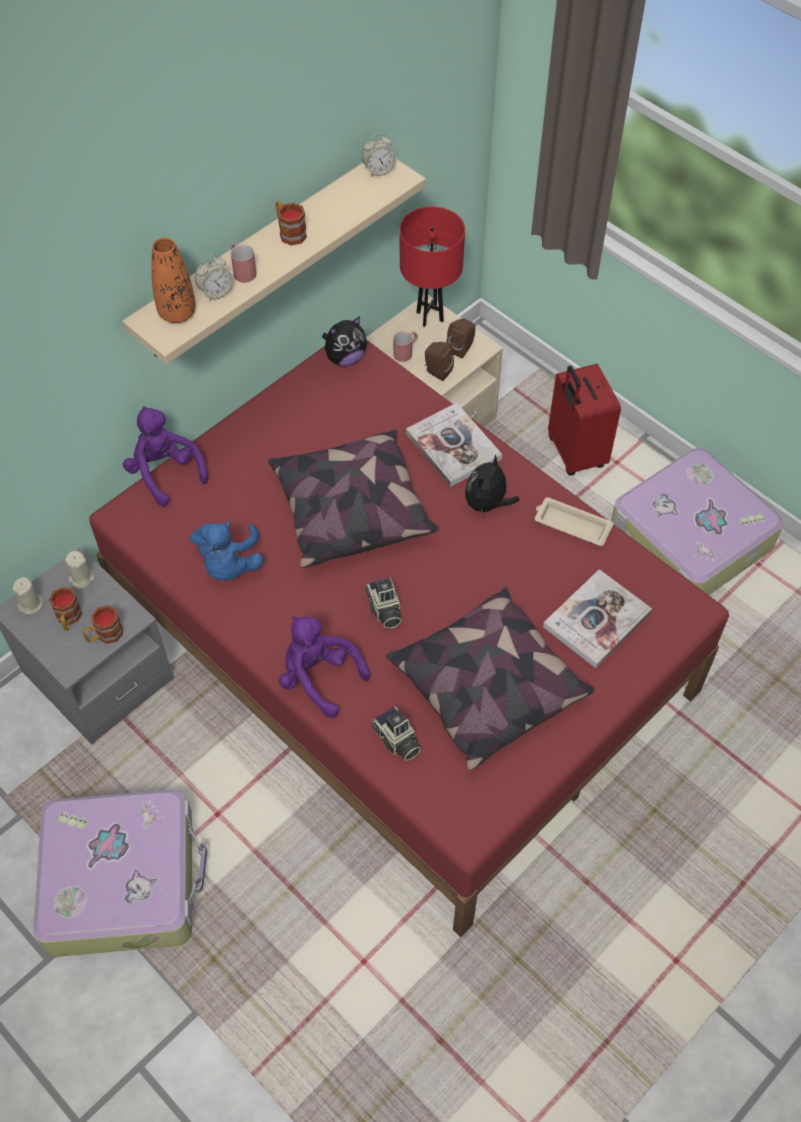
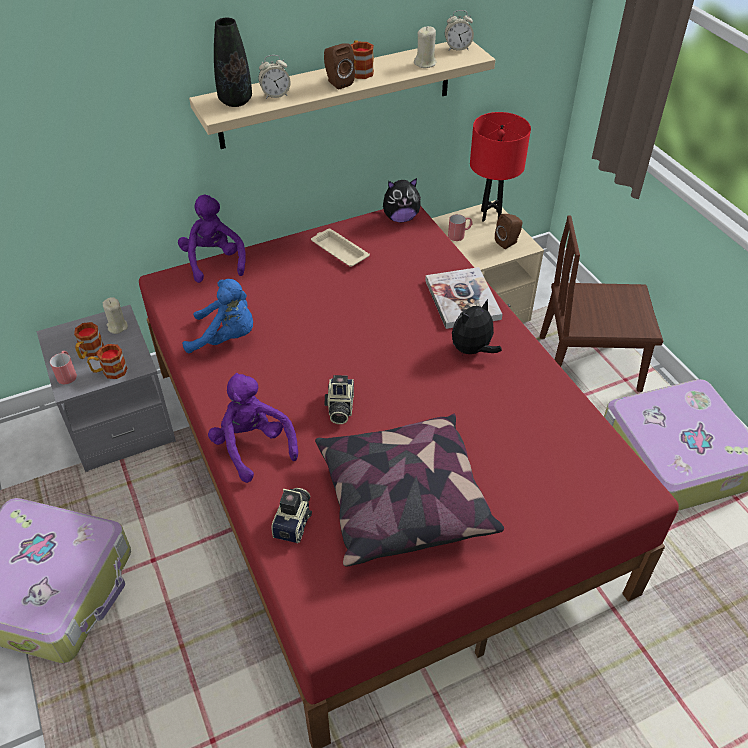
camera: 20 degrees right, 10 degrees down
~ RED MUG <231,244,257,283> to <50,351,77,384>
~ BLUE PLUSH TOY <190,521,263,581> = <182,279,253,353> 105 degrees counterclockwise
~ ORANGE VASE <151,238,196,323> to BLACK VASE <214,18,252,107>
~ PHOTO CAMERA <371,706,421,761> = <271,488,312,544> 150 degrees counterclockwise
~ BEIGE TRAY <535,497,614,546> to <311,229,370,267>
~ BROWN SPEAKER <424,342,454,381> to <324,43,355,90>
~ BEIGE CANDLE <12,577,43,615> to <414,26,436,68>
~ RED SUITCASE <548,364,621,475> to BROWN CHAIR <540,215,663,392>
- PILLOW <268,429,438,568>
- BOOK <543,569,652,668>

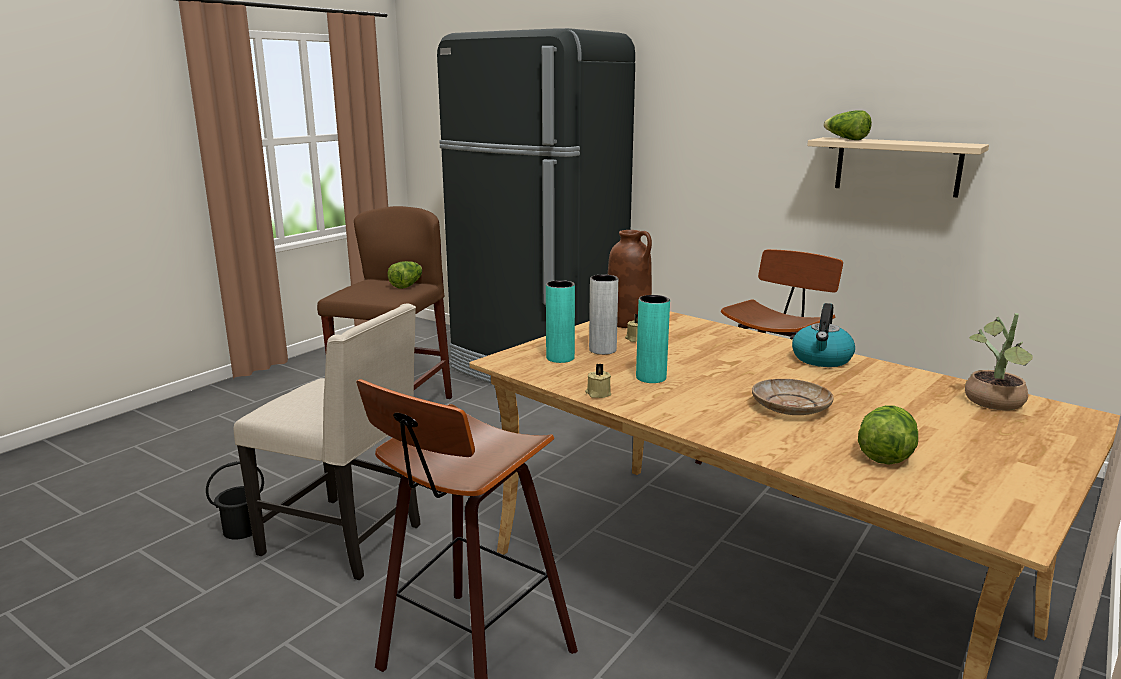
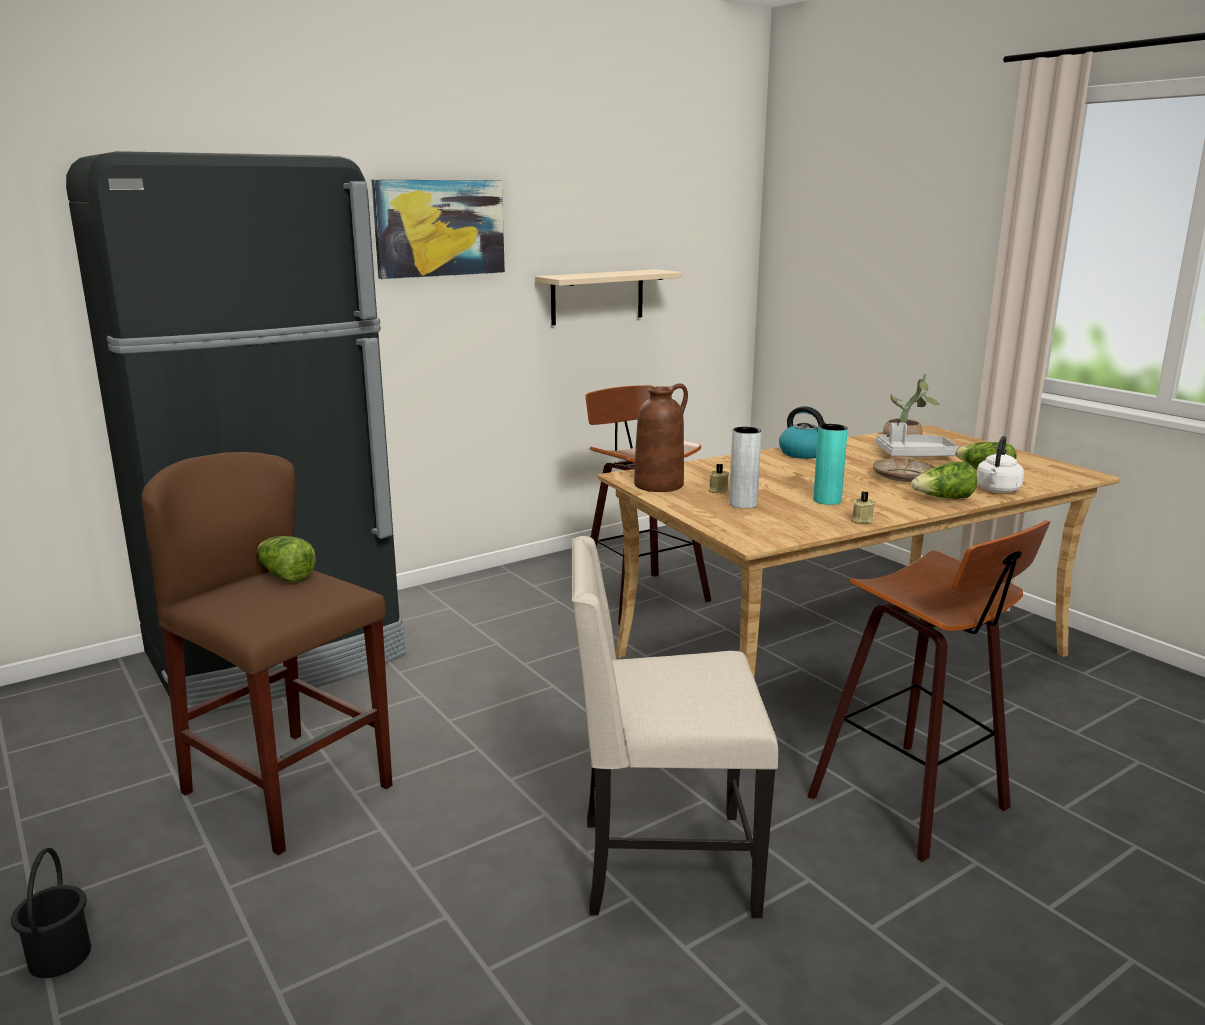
camera: 70 degrees left, 0 degrees up
~ BLACK BUCKET <206,461,264,540> to <11,848,91,978>
+ PICTURE <371,180,505,279>
~ BEIGE CHAIR <234,304,420,580> = <572,536,778,918> 135 degrees counterclockwise
+ GREY TRAY <876,423,958,457>
~ LETTUCE <823,111,872,140> to <911,462,977,499>
+ WHITE KETTLE <977,436,1024,493>
- TURQUOISE VASE <546,280,575,363>

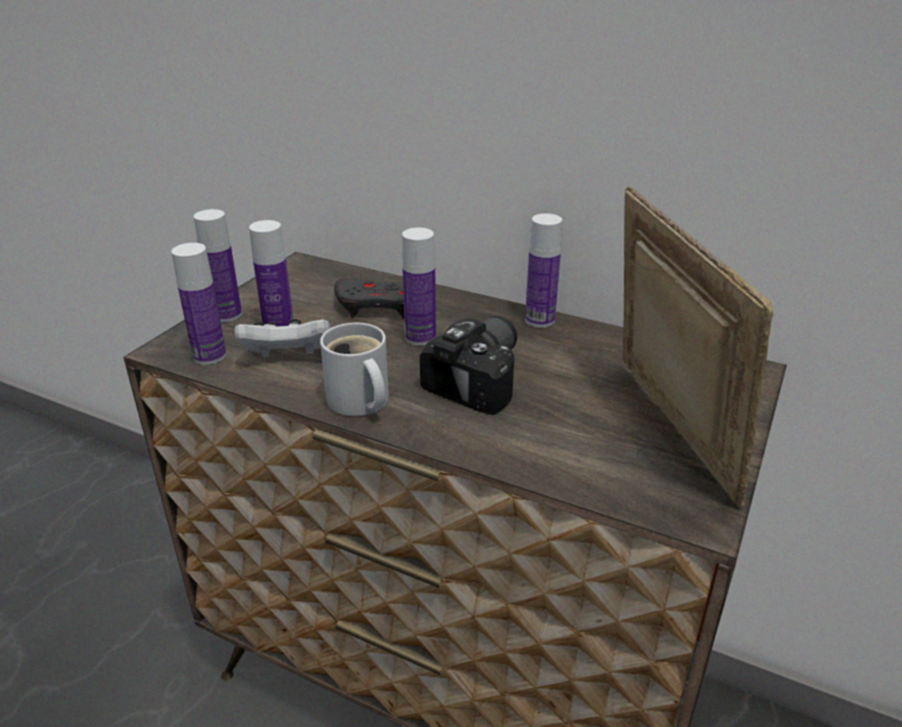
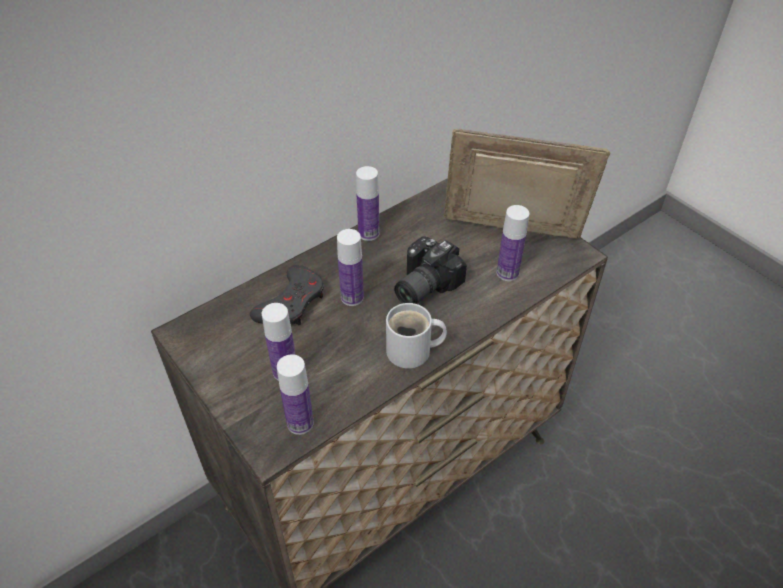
camera: 65 degrees left, 15 degrees up
~ PHOTO CAMERA <420,316,517,415> = <394,236,467,304> 105 degrees counterclockwise
~ BOTTLE <194,209,242,322> to <497,205,529,281>
- WHITE GAME CONTROLLER <235,319,331,357>

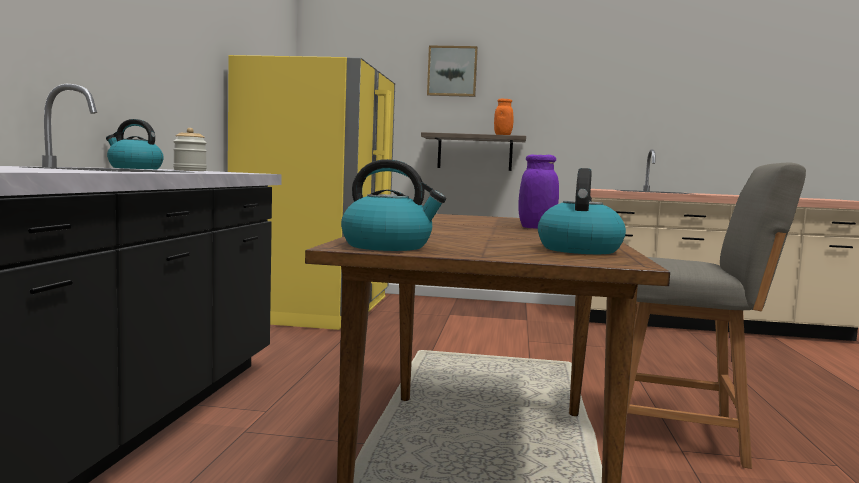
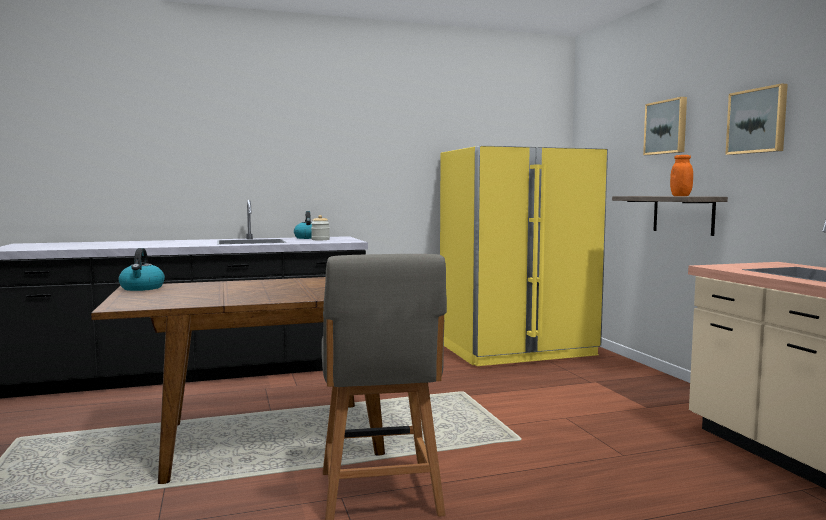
camera: 65 degrees right, 0 degrees up
+ PICTURE <725,84,788,155>
- PURPLE JAR <518,154,559,229>
- KETTLE <538,168,626,254>

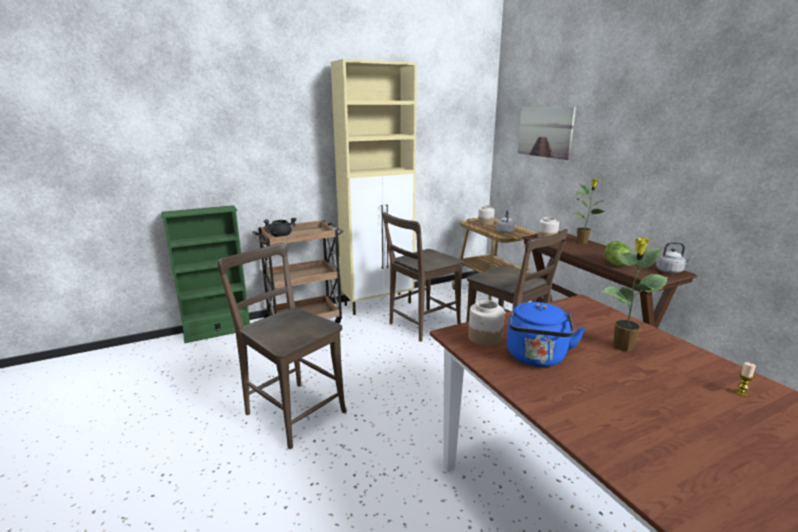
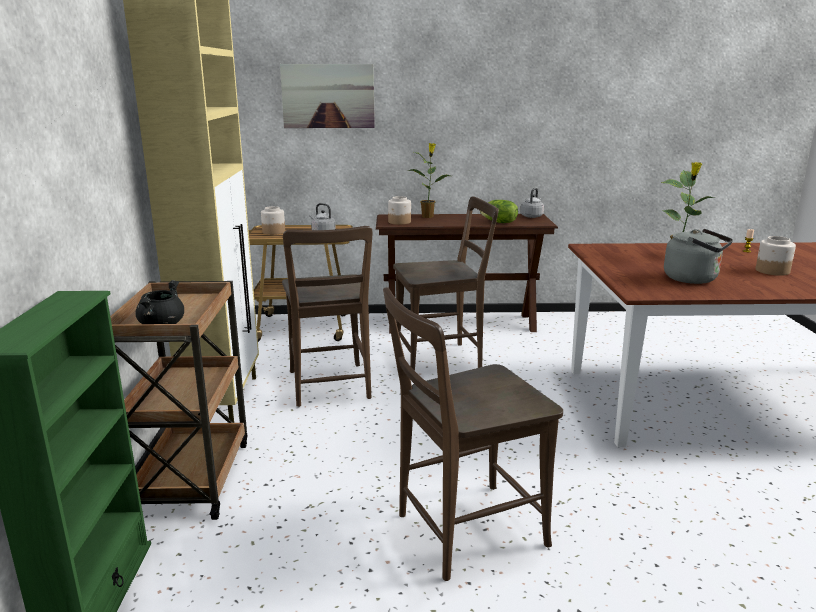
camera: 65 degrees left, 0 degrees up
~ BLUE KETTLE <507,302,586,367> to GREY KETTLE <664,229,733,284>
~ JAR <468,300,505,346> to <756,236,796,276>

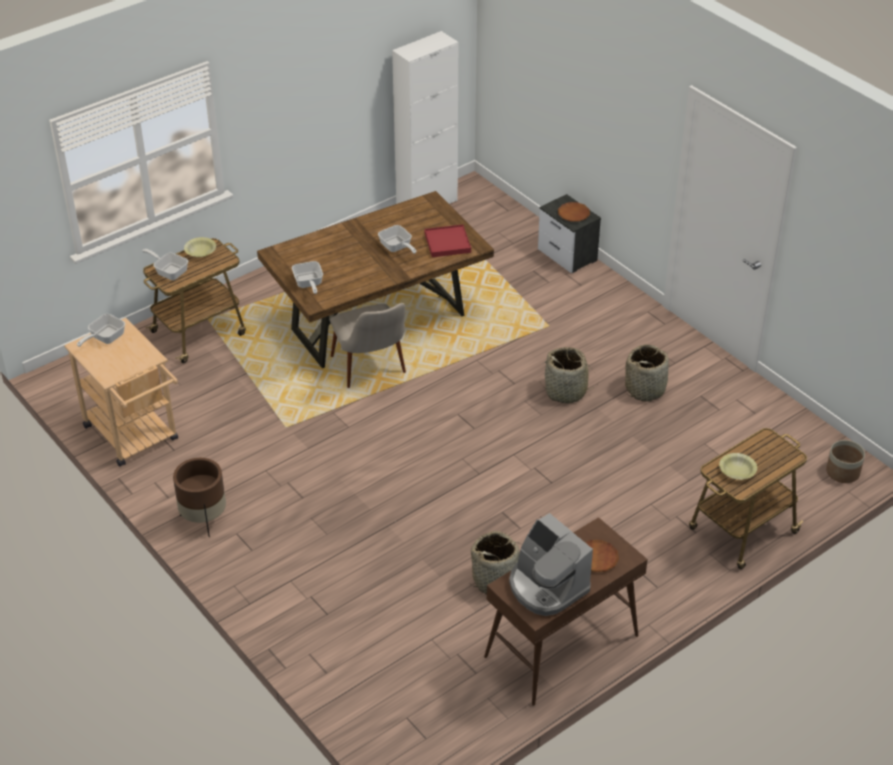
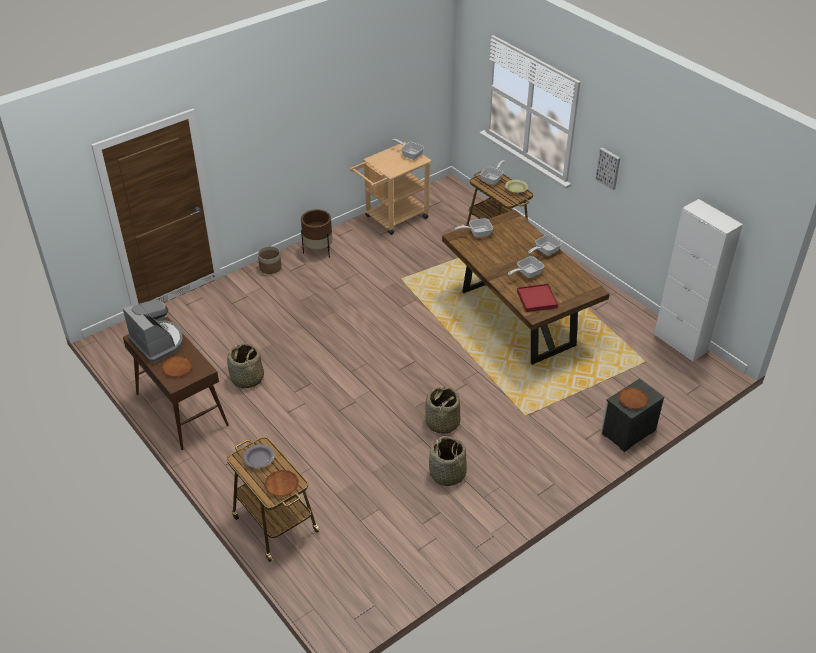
camera: 90 degrees right, 0 degrees up
~ COFFEE MACHINE <509,513,593,616> = <123,300,183,363> 90 degrees clockwise
~ YELLOW BOWL <719,453,757,480> to GREY BOWL <243,444,275,468>
~ PLANTER <826,440,865,483> to <258,246,282,274>
+ BROWN PLATE <264,470,299,497>
+ FRYING PAN <528,234,562,256>
+ PICTURE <595,148,620,190>
- BEIGE CHAIR <330,303,406,388>

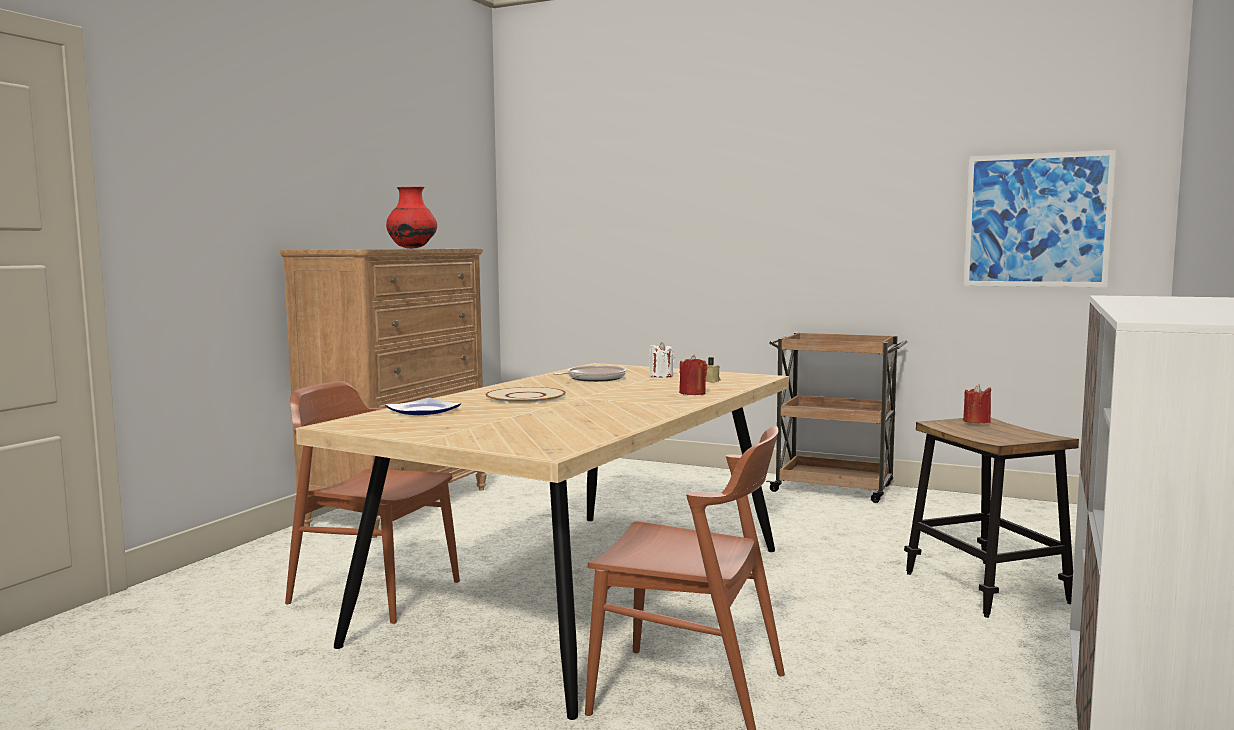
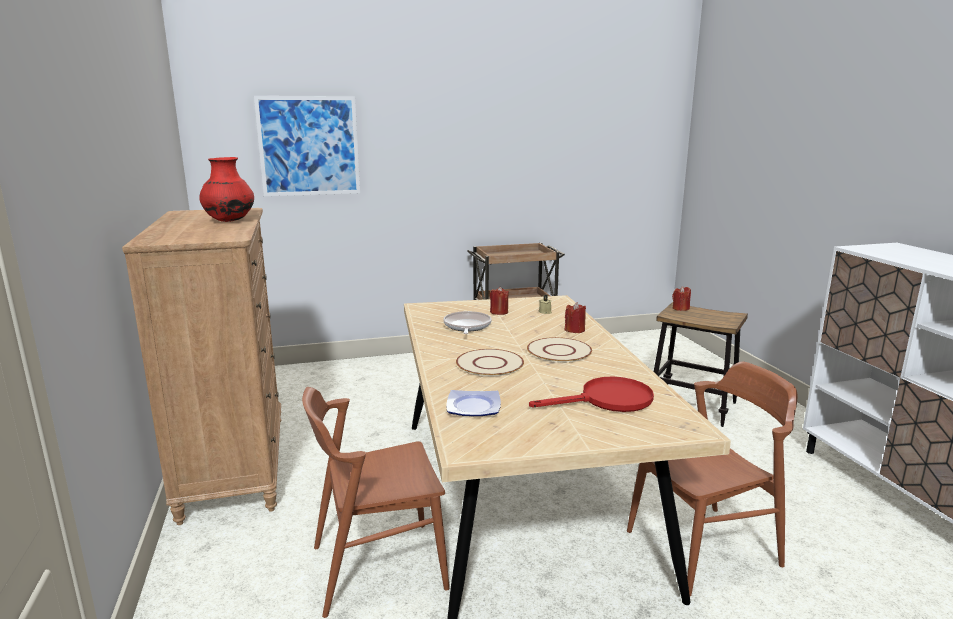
camera: 40 degrees left, 10 degrees up
~ PICTURE <964,150,1116,287> to <254,96,360,196>
~ WHITE CANDLE <649,342,675,378> to RED CANDLE <490,287,509,315>
+ BEIGE PLATE <527,337,592,363>
+ RED FRYING PAN <529,376,654,412>

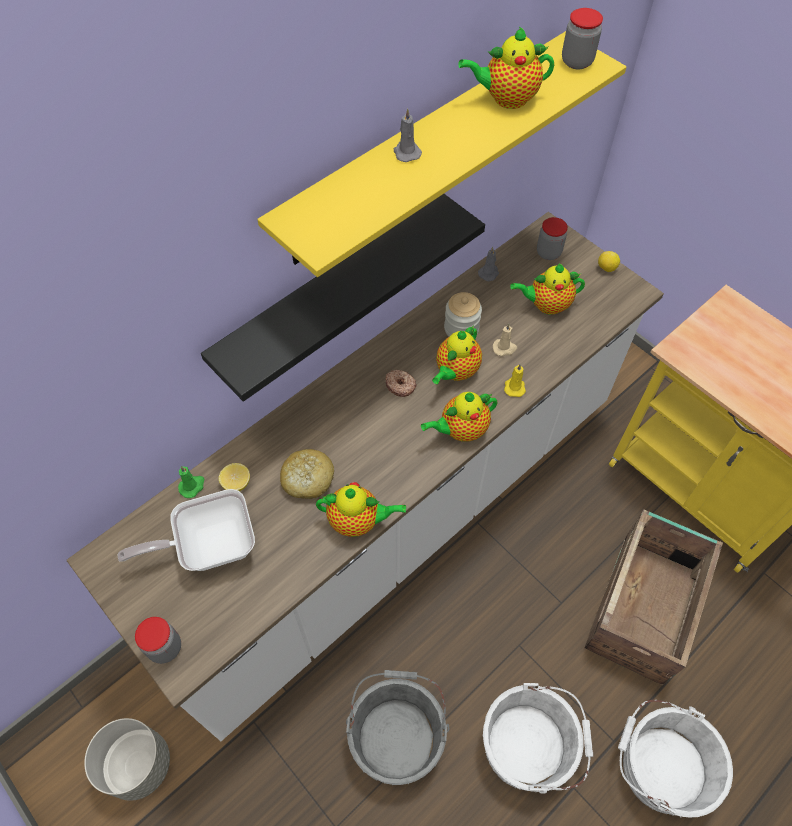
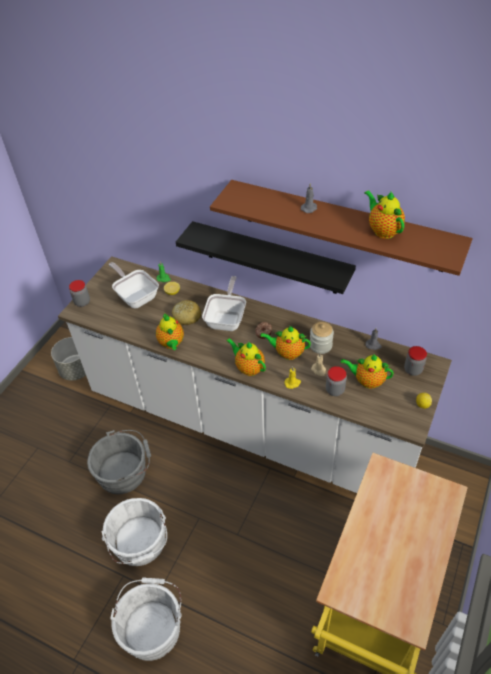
camera: 70 degrees right, 10 degrees down
+ FRYING PAN <202,276,246,331>
~ YELLOW SHELF <257,31,627,277> to BROWN SHELF <210,180,472,276>
~ JAR <562,8,603,69> to <326,366,347,396>
~ TEAPOT <510,264,585,315> = <341,355,394,389> 45 degrees counterclockwise
- CRATE <584,509,723,685>

